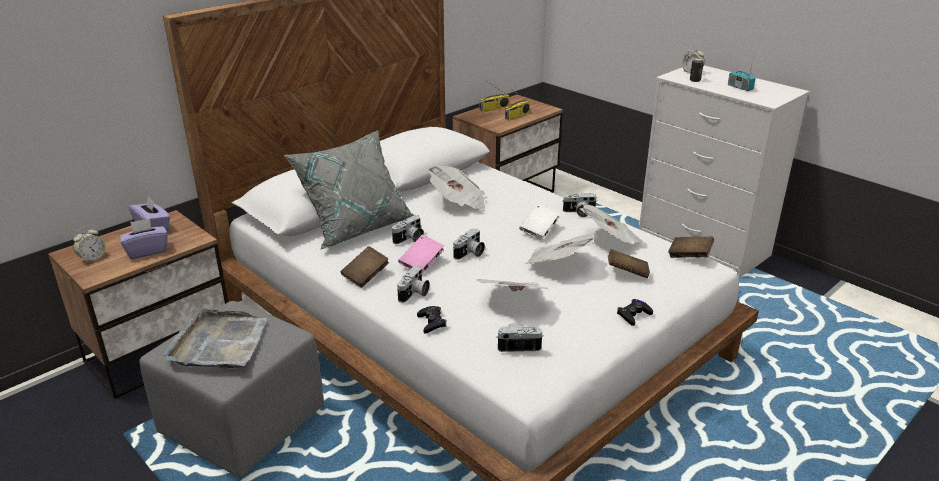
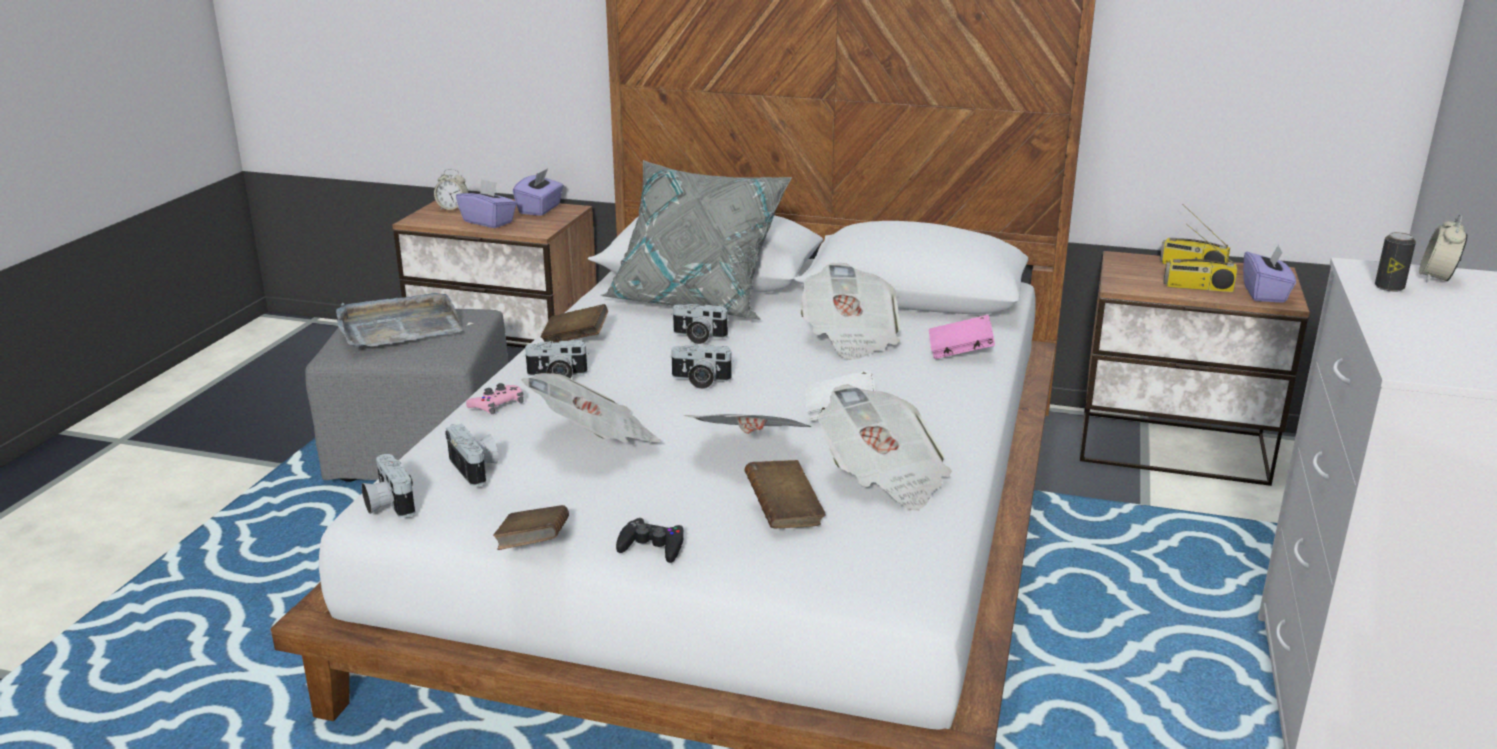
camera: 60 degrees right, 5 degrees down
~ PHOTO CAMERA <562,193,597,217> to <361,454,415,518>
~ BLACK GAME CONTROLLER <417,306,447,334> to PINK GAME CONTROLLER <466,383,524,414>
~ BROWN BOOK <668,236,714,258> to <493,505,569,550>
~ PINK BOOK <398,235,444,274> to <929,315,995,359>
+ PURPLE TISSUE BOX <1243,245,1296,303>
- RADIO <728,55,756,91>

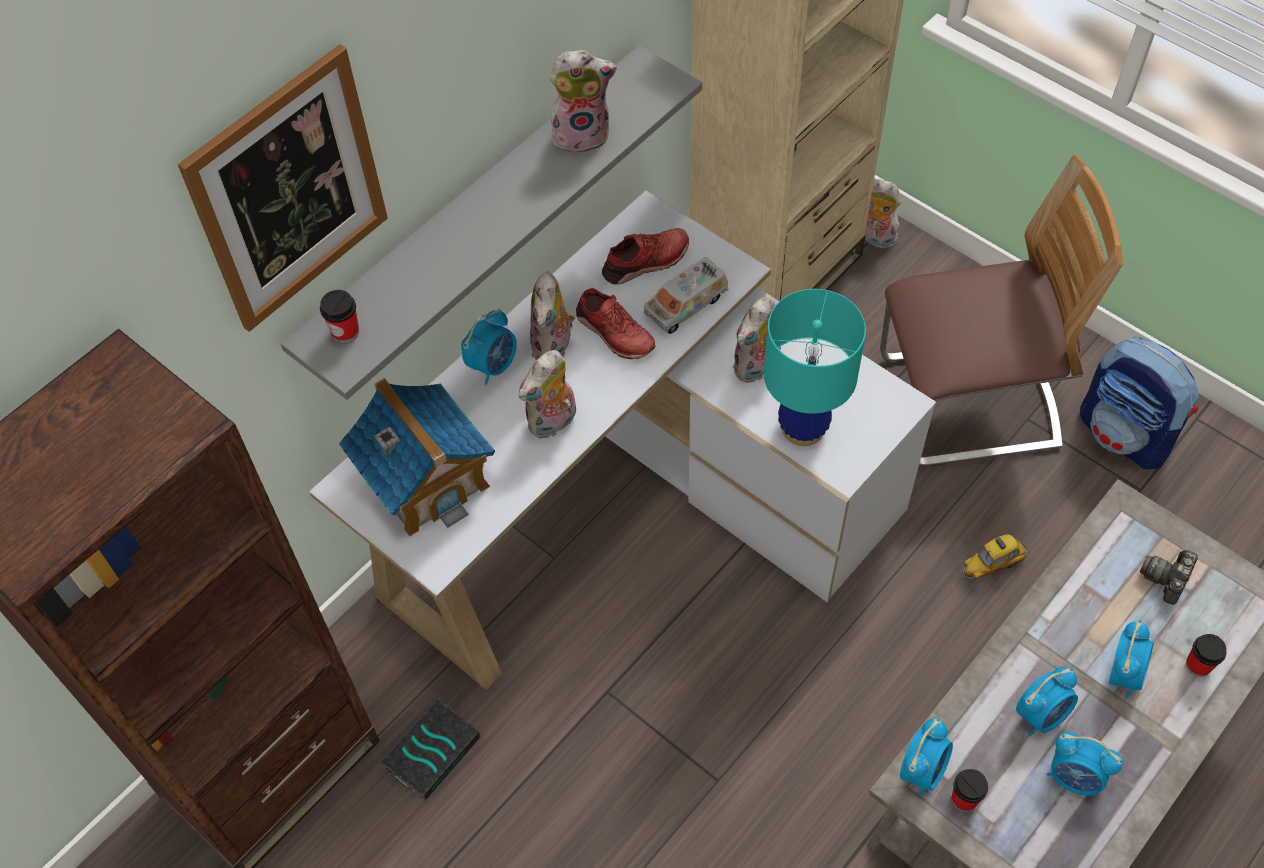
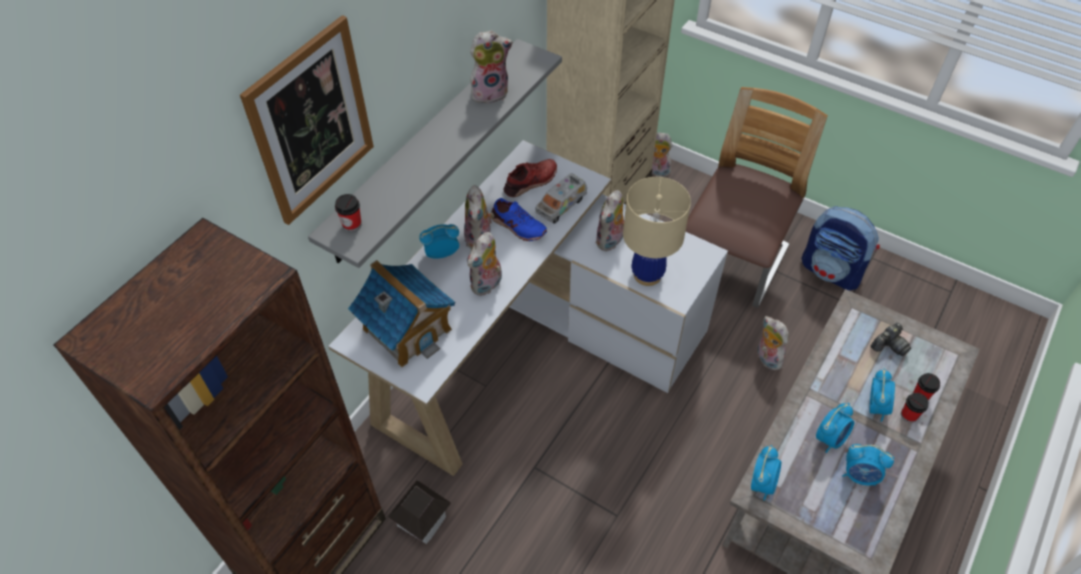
camera: 10 degrees left, 5 degrees down
~ BOOK <380,698,480,801> to TOY HOUSE <388,480,451,544>
~ ALARM CLOCK <461,308,517,385> = <419,224,459,259> 135 degrees counterclockwise
~ RED SHOE <576,288,656,359> to BLUE SHOE <491,198,547,241>
~ TURQUOISE TABLE LAMP <764,289,866,446> to BEIGE TABLE LAMP <623,177,691,286>
~ CHAIR <880,155,1123,466> = <685,87,828,308> 45 degrees counterclockwise
~ TOY CAR <961,534,1028,580> to PLUSH TOY <757,316,789,370>
~ PHOTO CAMERA <1140,550,1198,605> = <870,323,911,356> 150 degrees counterclockwise
~ CUP <952,769,988,812> to <901,393,928,423>

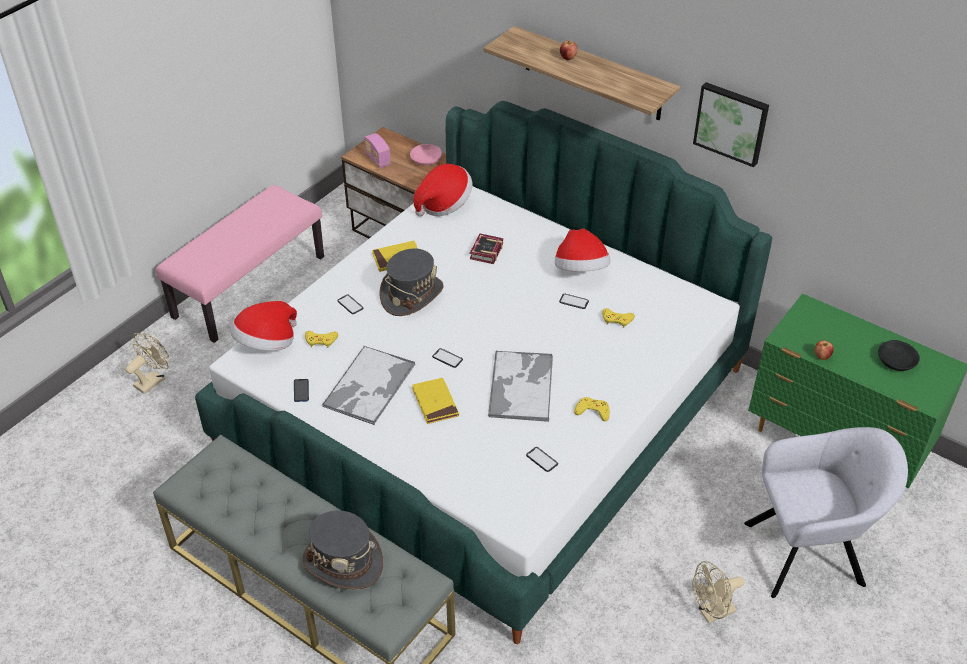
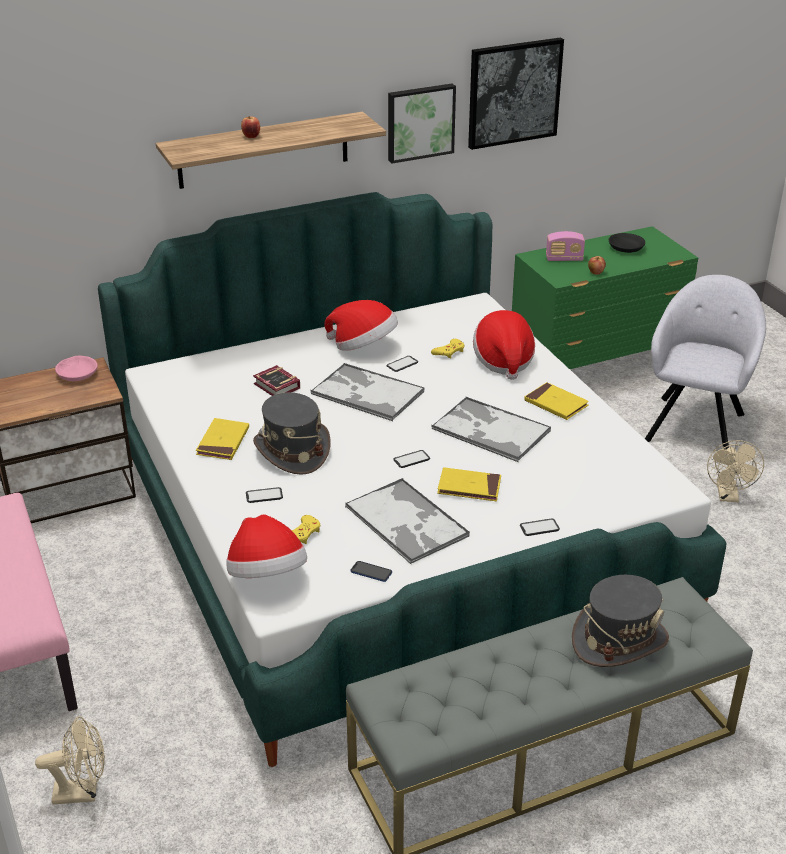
camera: 60 degrees left, 10 degrees down
~ BEIGE FAN <126,333,169,394> = <35,716,105,805> 105 degrees clockwise
+ TRAY <311,363,424,421>
+ PICTURE <468,38,564,150>
~ HAT <413,164,473,217> to <473,310,535,380>
~ PHONE <526,447,558,472> to <520,518,560,536>
~ YELLOW GAME CONTROLLER <574,397,610,421> to YELLOW BOOK <524,382,589,420>
~ RADIO <364,133,391,168> to <546,231,585,261>

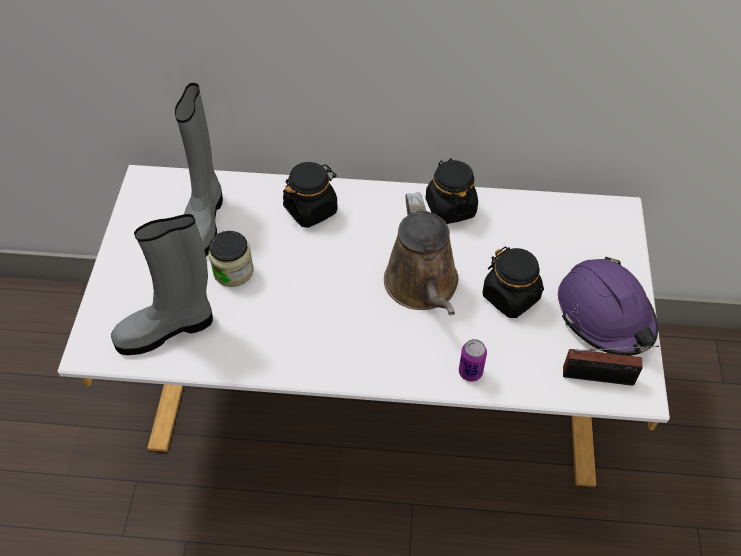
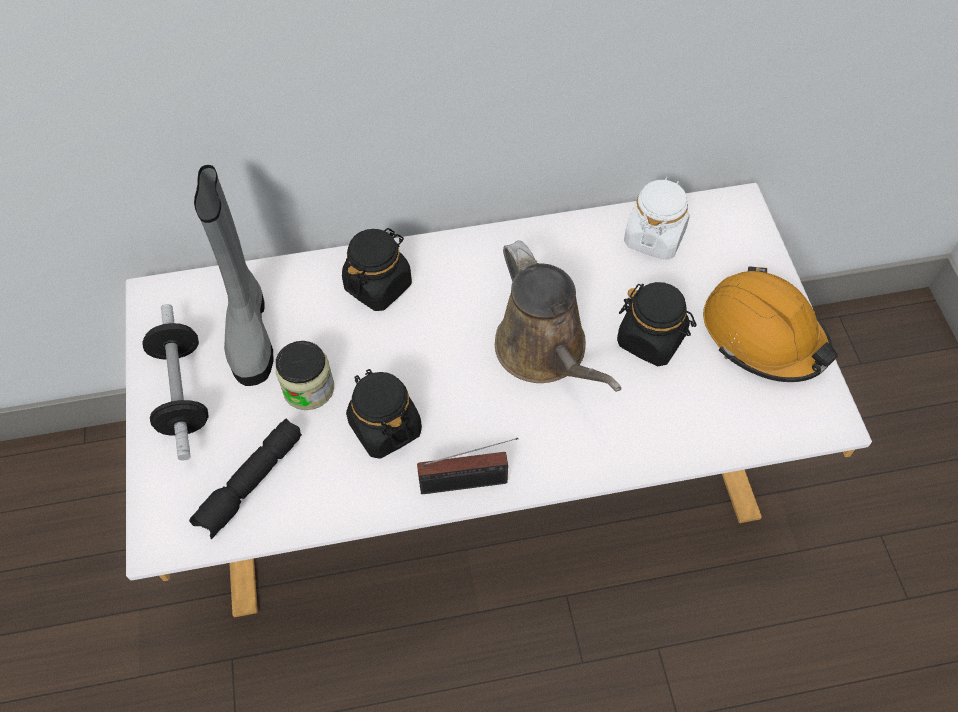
camera: 15 degrees left, 5 degrees up
+ DUMBBELL <142,304,209,460>
~ GREY BOOT <111,214,213,355> to BLACK FLASHLIGHT <189,419,302,539>
~ BLACK JAR <426,158,478,224> to <346,369,422,459>
~ RADIO <563,346,659,386> to <417,438,518,494>
+ WHITE JAR <624,177,690,260>
~ PURPLE HARD HAT <558,257,658,356> to ORANGE HARD HAT <703,266,838,382>
- CAN <459,339,487,382>

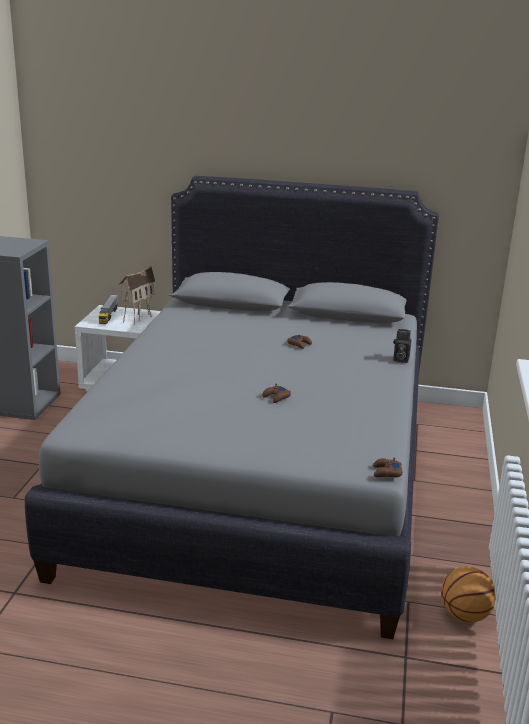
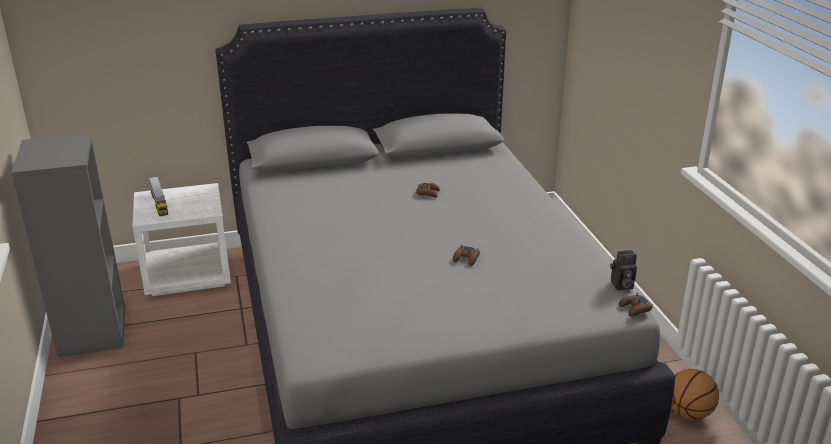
camera: 25 degrees left, 5 degrees up
~ PHOTO CAMERA <393,329,412,363> to <610,250,637,290>
- TOY HOUSE <118,266,155,325>

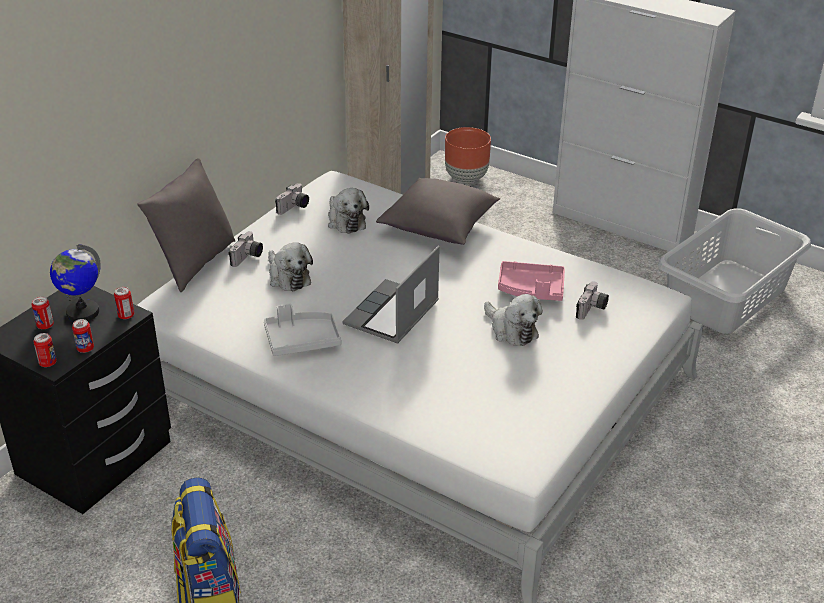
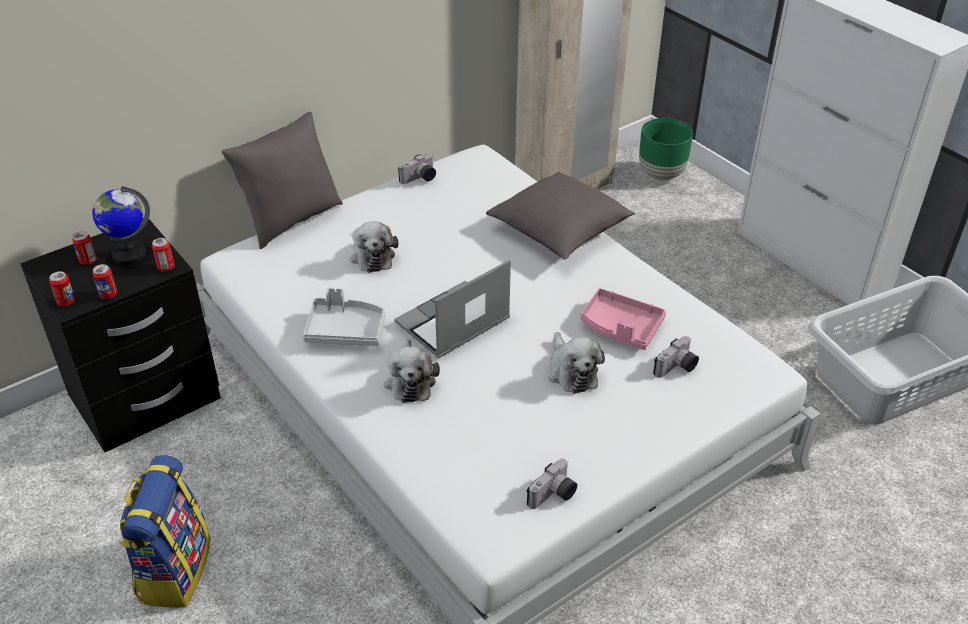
camera: 20 degrees right, 5 degrees up
~ PLUSH TOY <328,188,369,234> to <384,339,440,403>
~ PHOTO CAMERA <229,231,263,267> to <527,459,577,509>
~ BROWN PLANTER <445,127,491,183> to GREEN PLANTER <639,118,693,180>

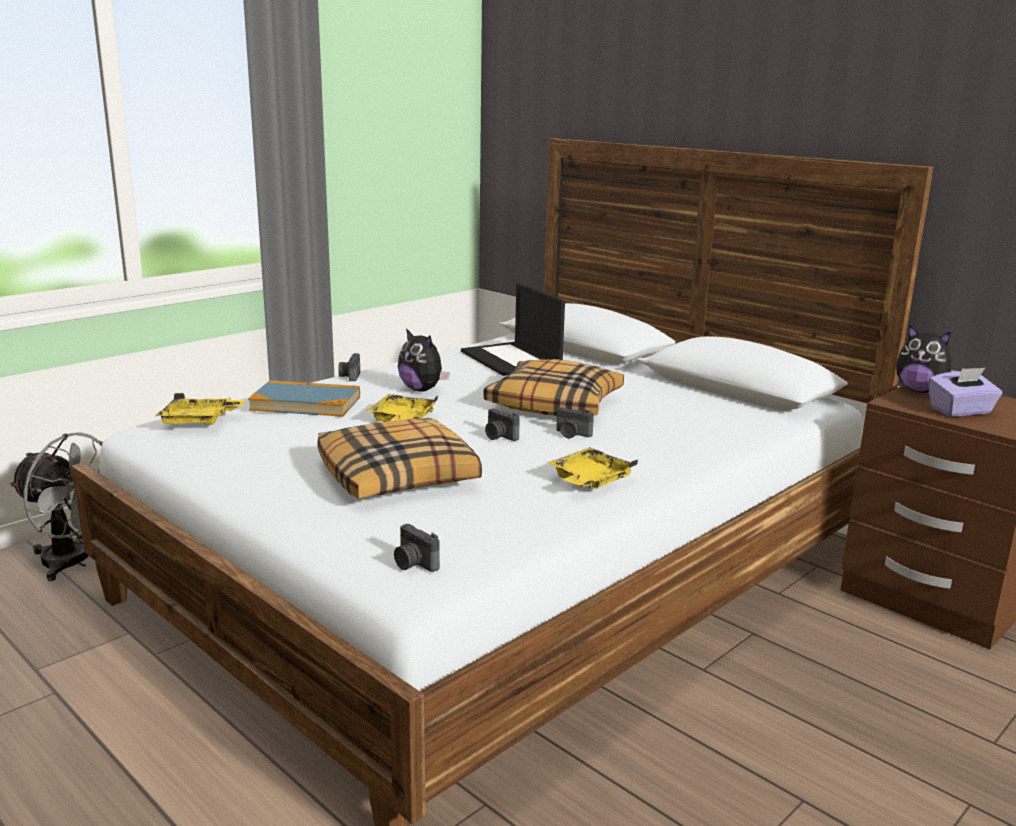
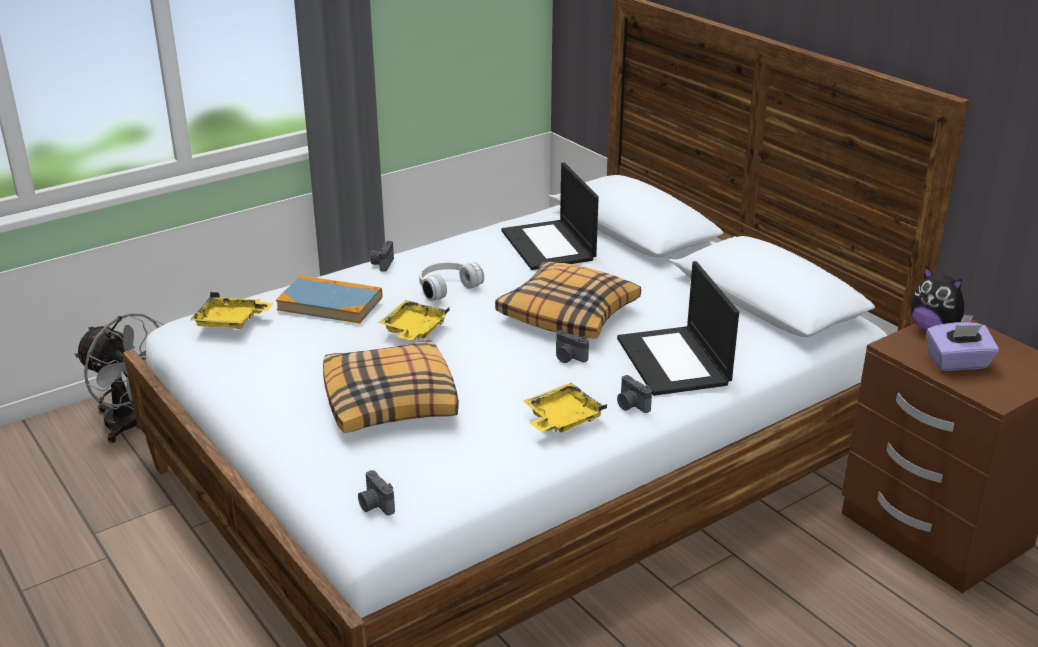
camera: 10 degrees right, 10 degrees up
~ PLUSH TOY <398,328,450,392> to WHITE HEADPHONES <419,262,484,301>
+ LAPTOP <617,261,739,396>
~ PHOTO CAMERA <485,409,520,441> to <617,375,652,413>

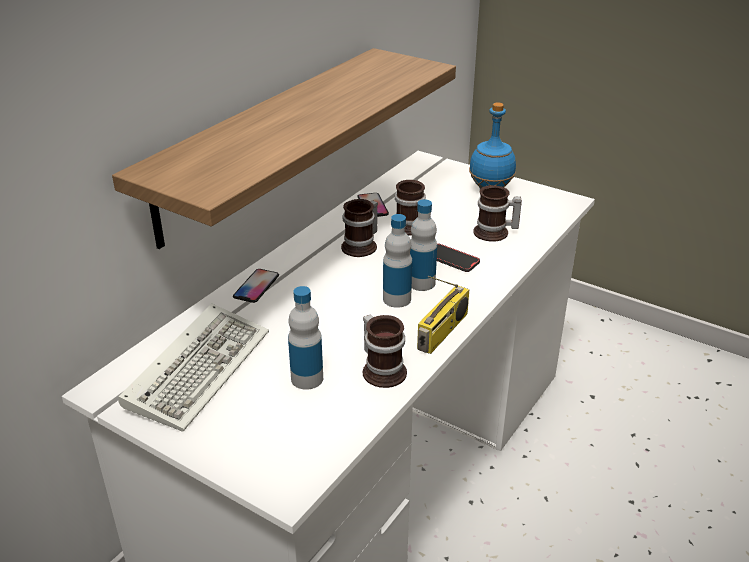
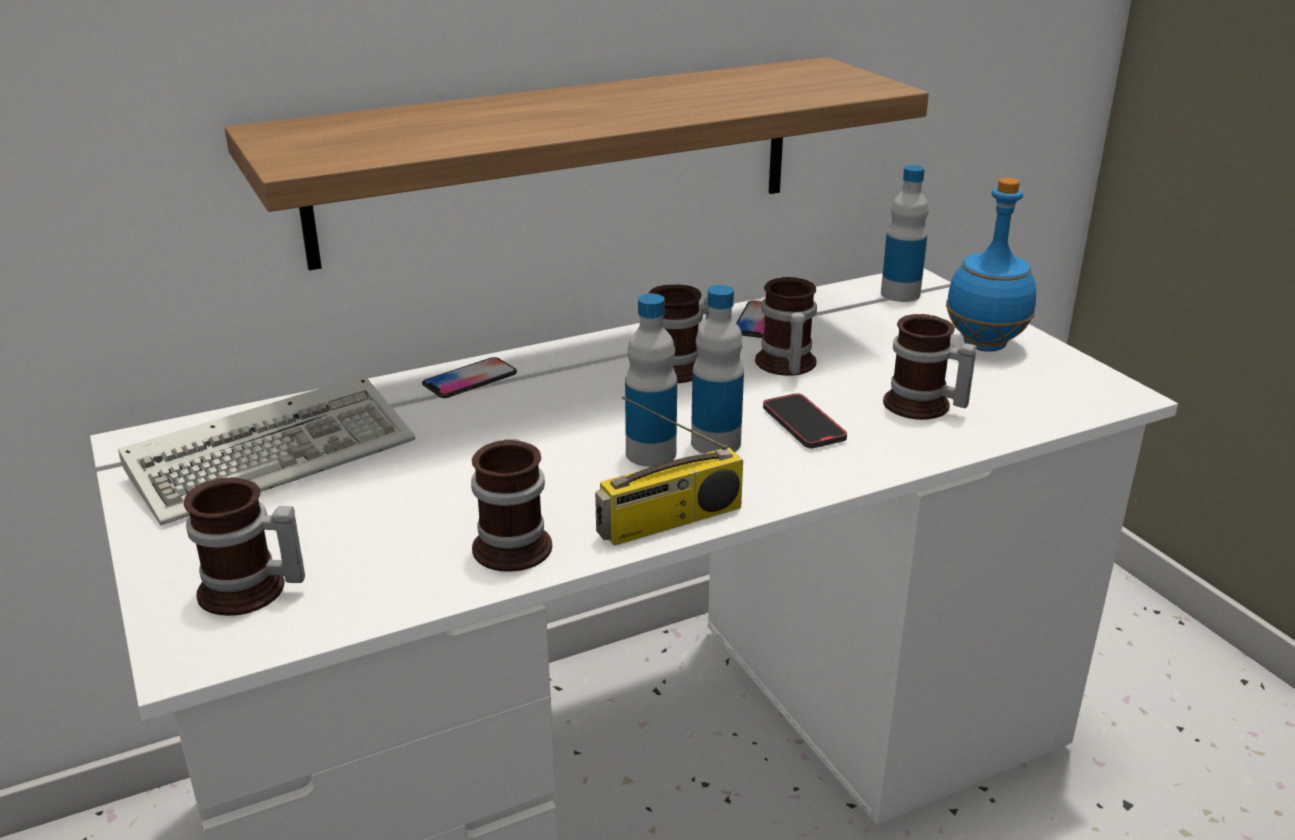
camera: 30 degrees right, 5 degrees down
+ MUG <184,477,305,616>
~ BOTTLE <288,286,323,390> to <881,165,928,302>

